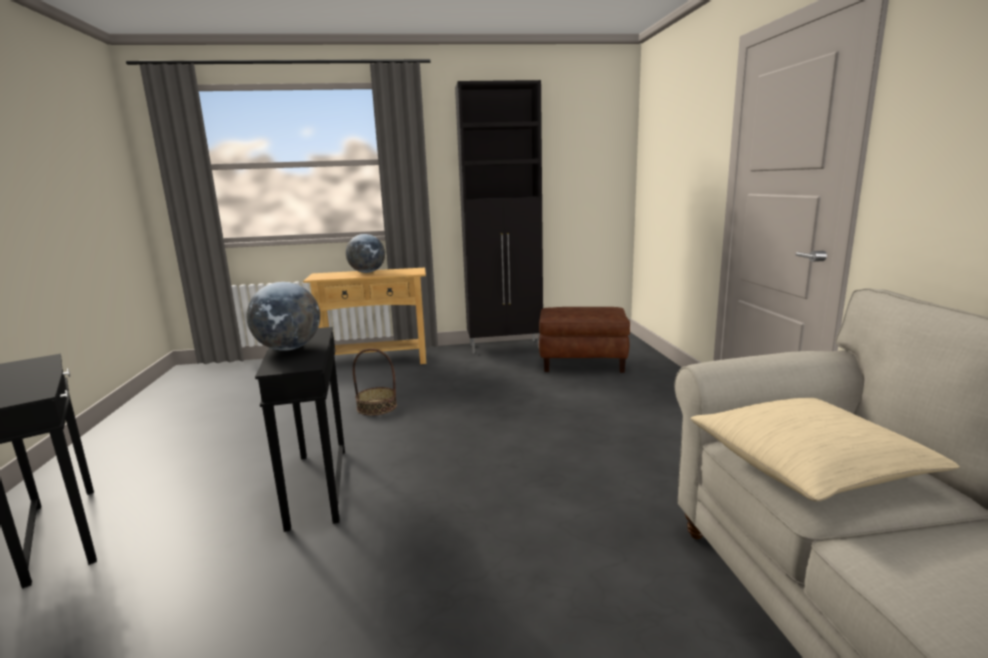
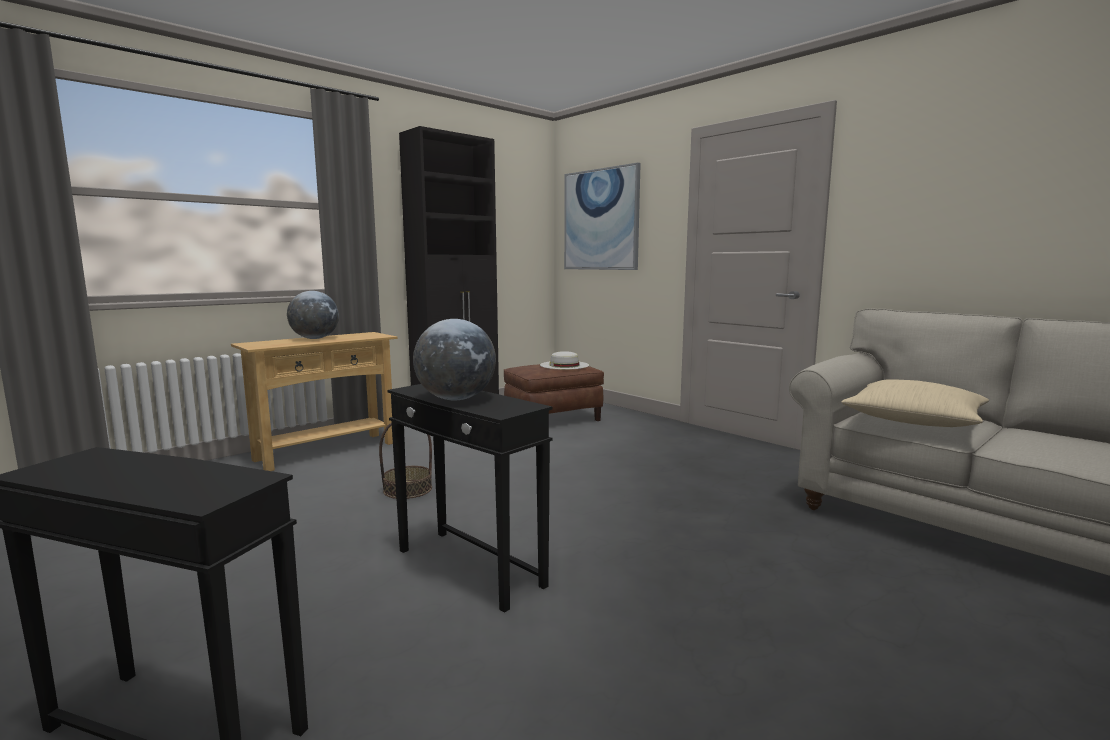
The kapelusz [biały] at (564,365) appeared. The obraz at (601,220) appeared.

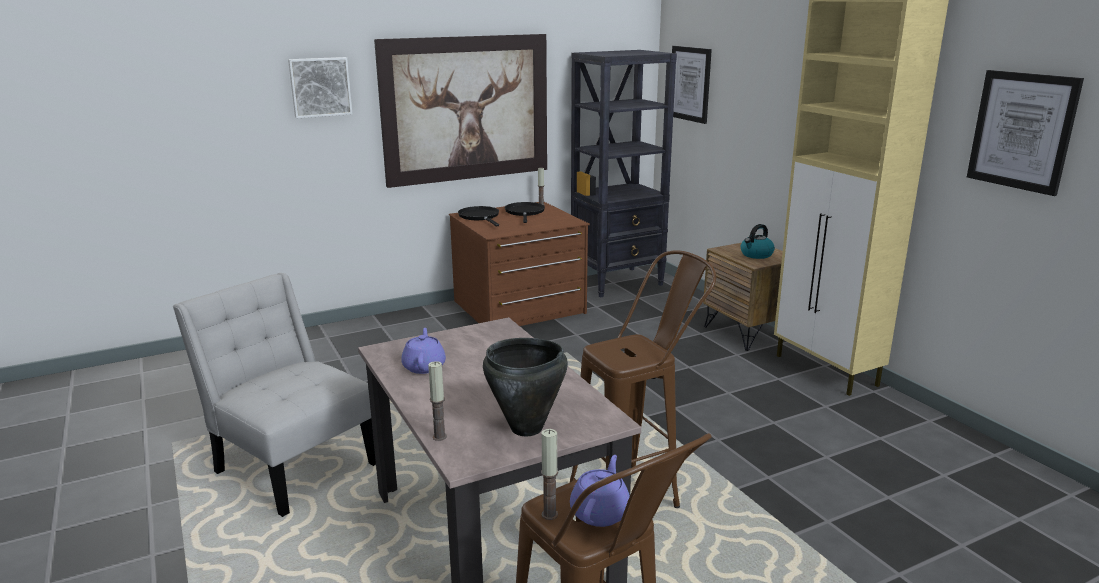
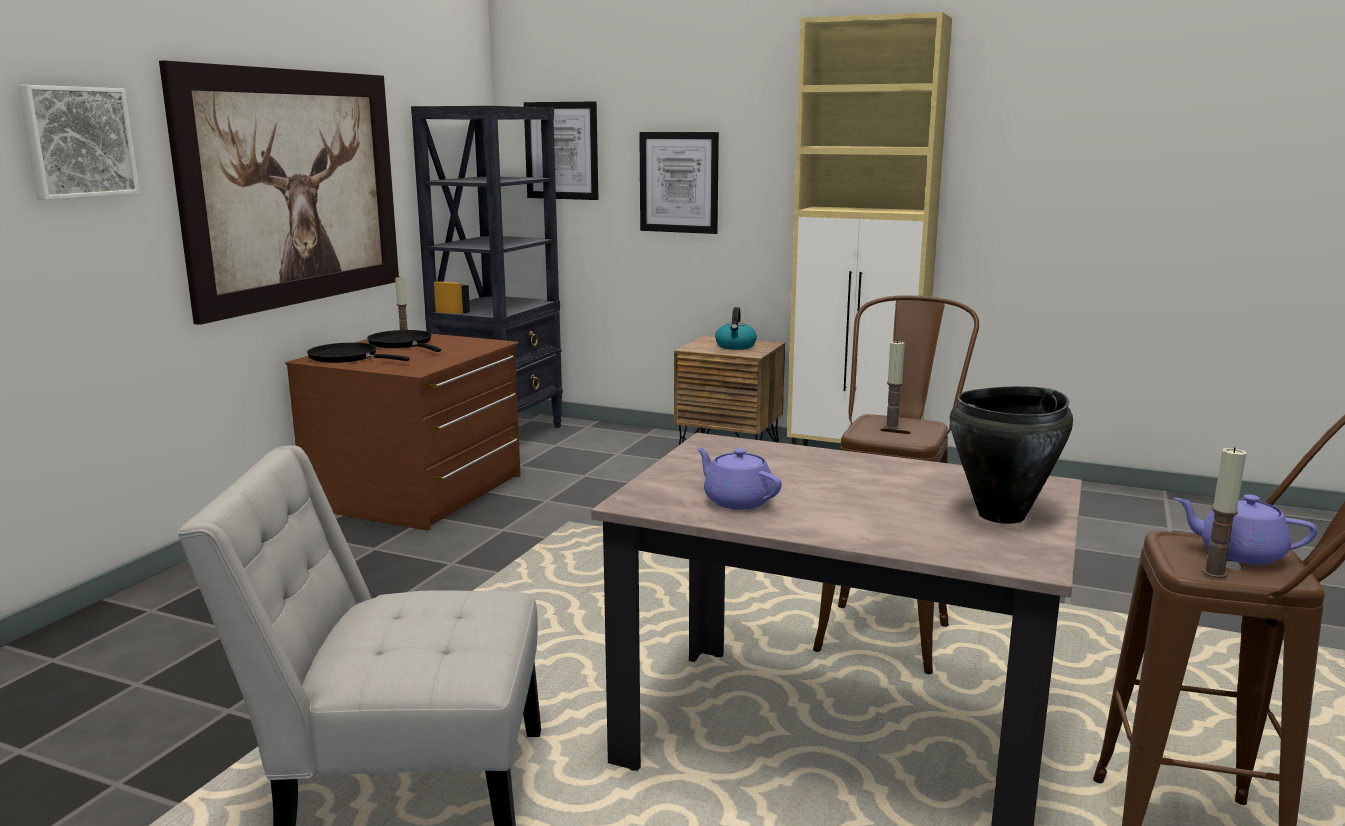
The świeca moved from (439,437) to (892,427). The imbryk [fioletowy] at (600,512) turned 45 degrees counterclockwise. The obraz moved from (1022,131) to (679,182).

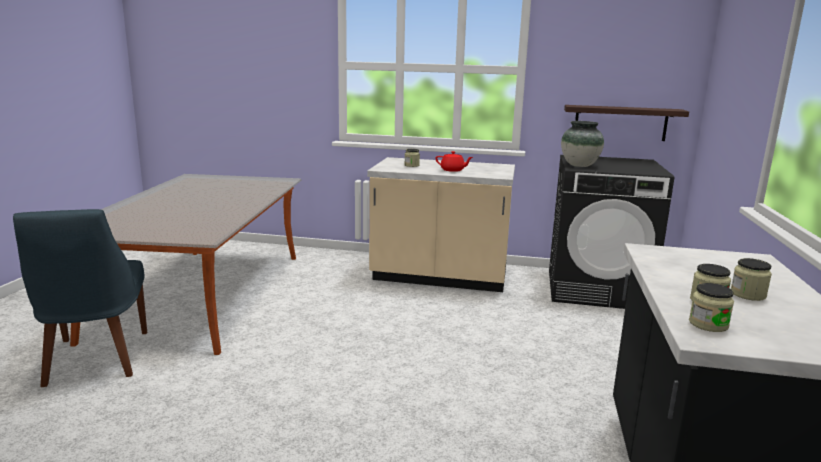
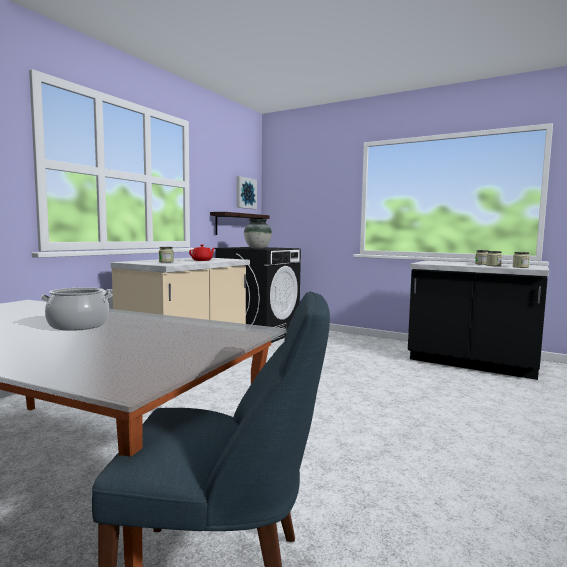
The garnek at (78,325) appeared. The obraz at (245,193) appeared.

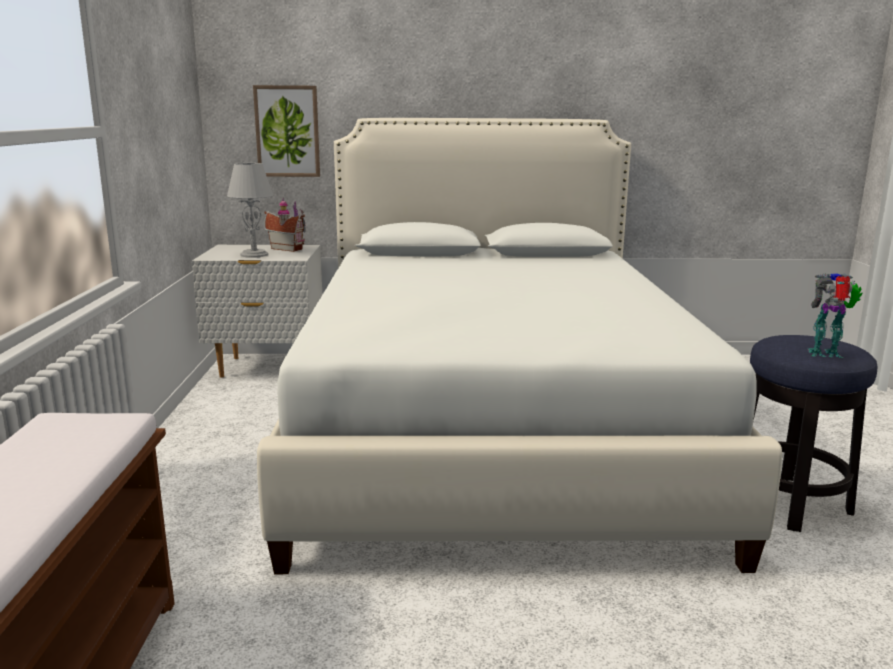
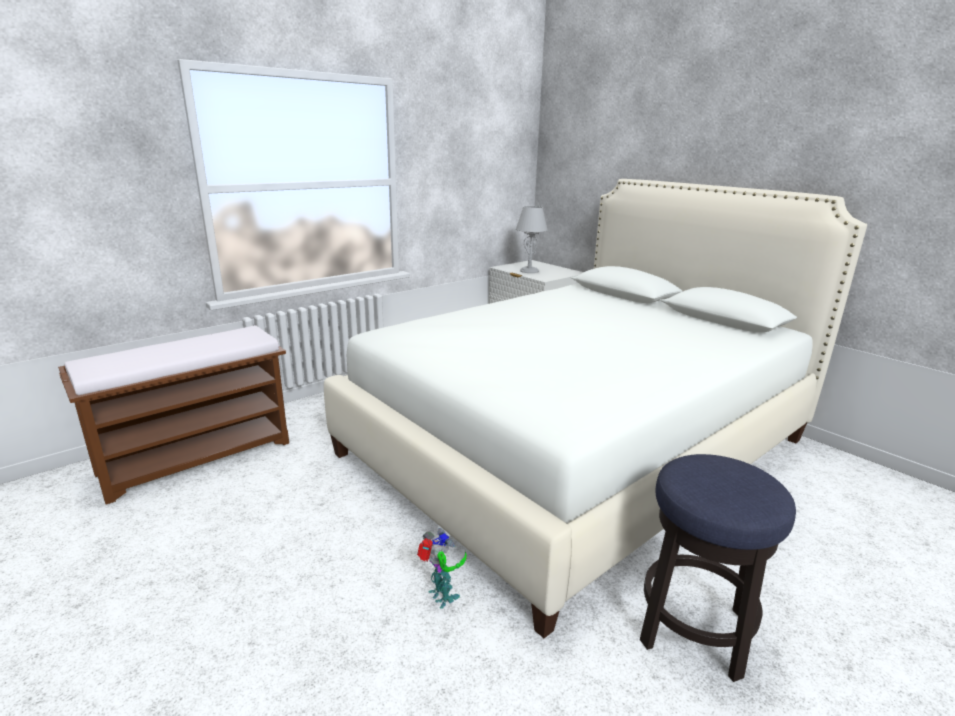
The obraz at (287,131) disappeared. The domek at (288,248) disappeared. The robot zabawkowy moved from (826,354) to (441,597).

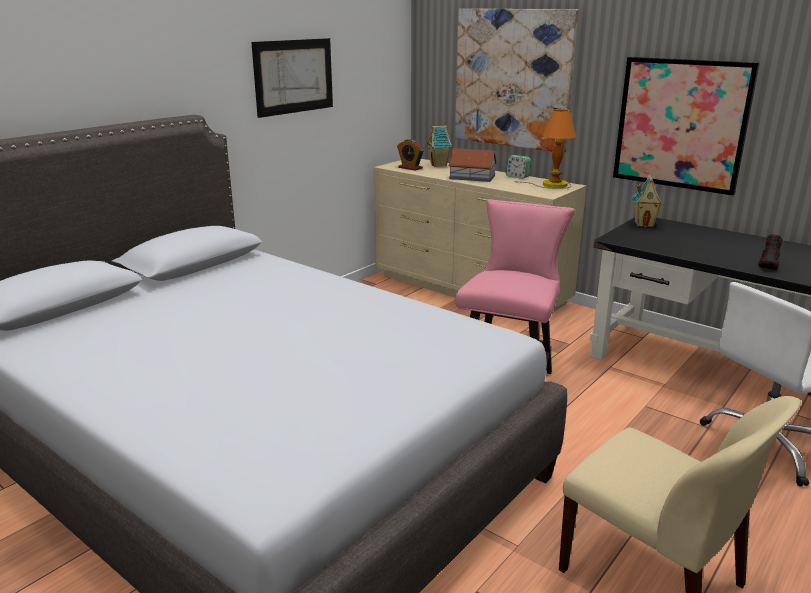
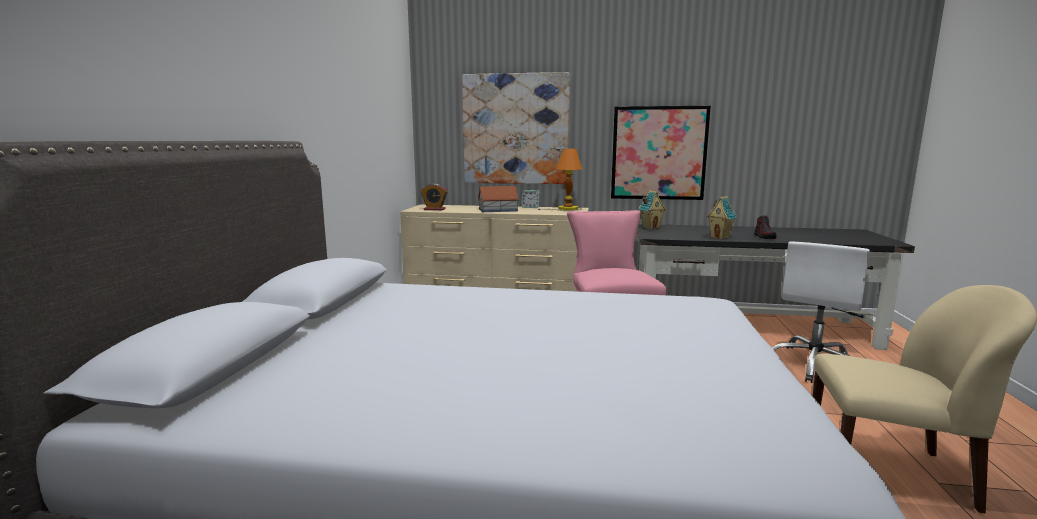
The obraz at (294,76) disappeared. The domek moved from (439,165) to (720,237).

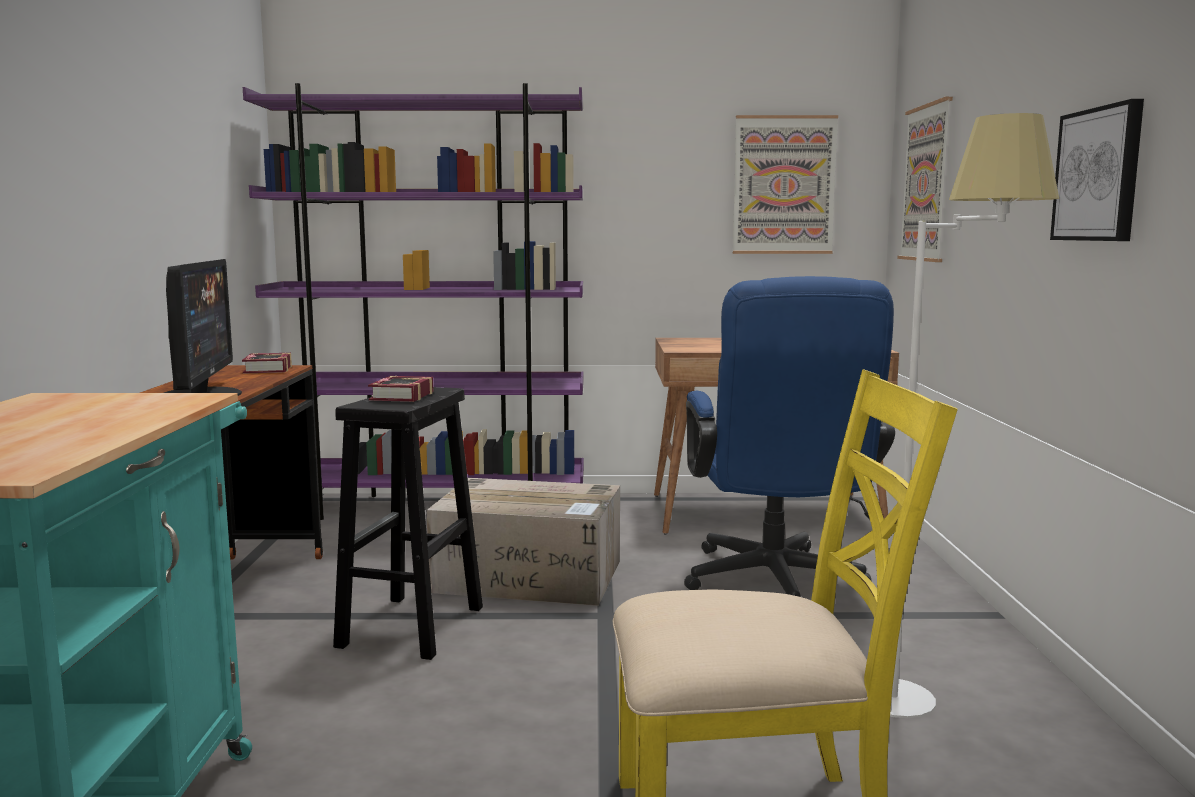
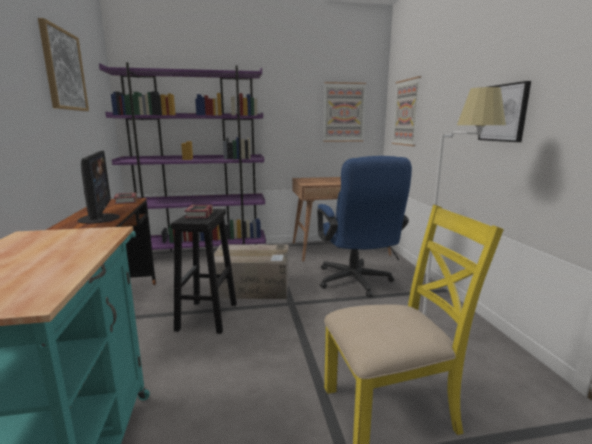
The obraz at (63,70) appeared.

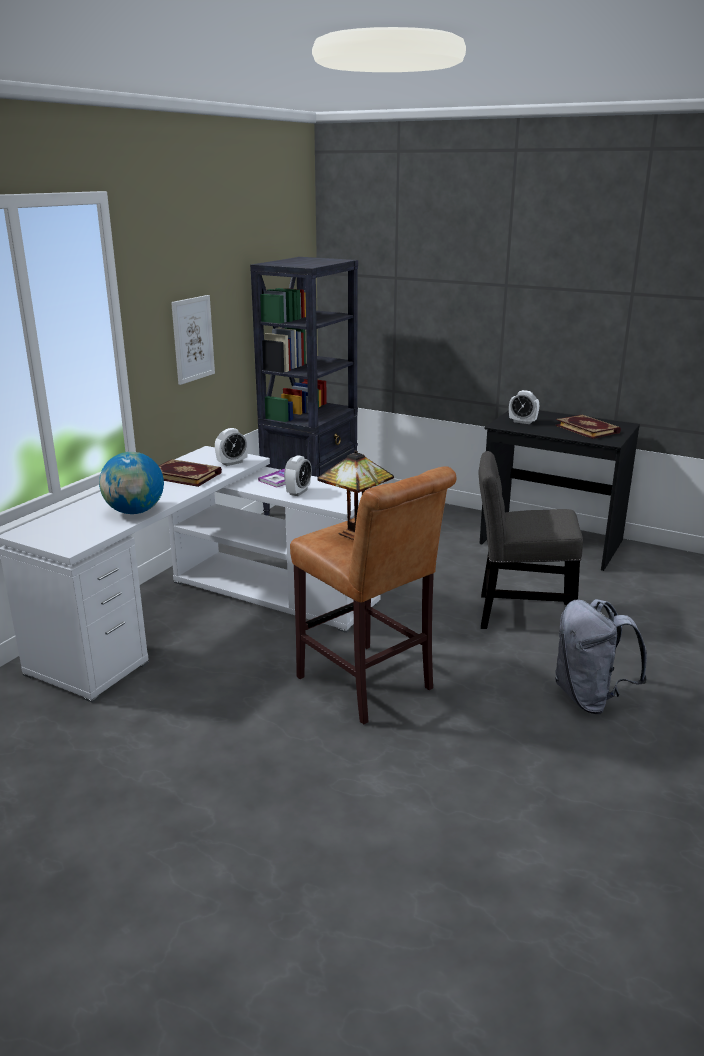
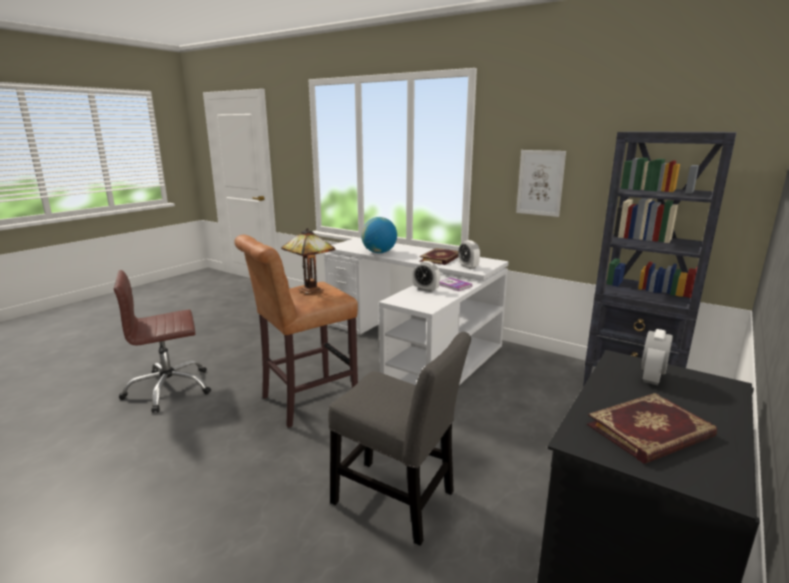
The krzesło [szary] at (519,614) turned 105 degrees clockwise. The plecak [szary] at (590,698) disappeared. The krzesło biurowe [brązowy] at (169,389) appeared.

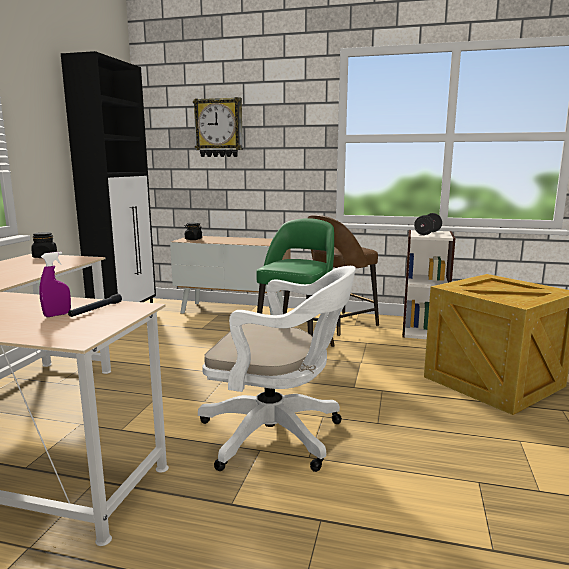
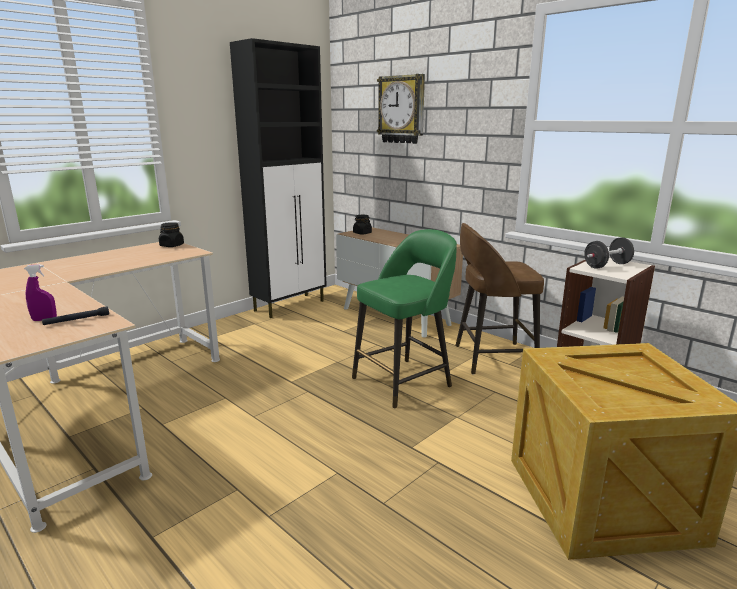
The krzesło biurowe [biały] at (278,436) disappeared.

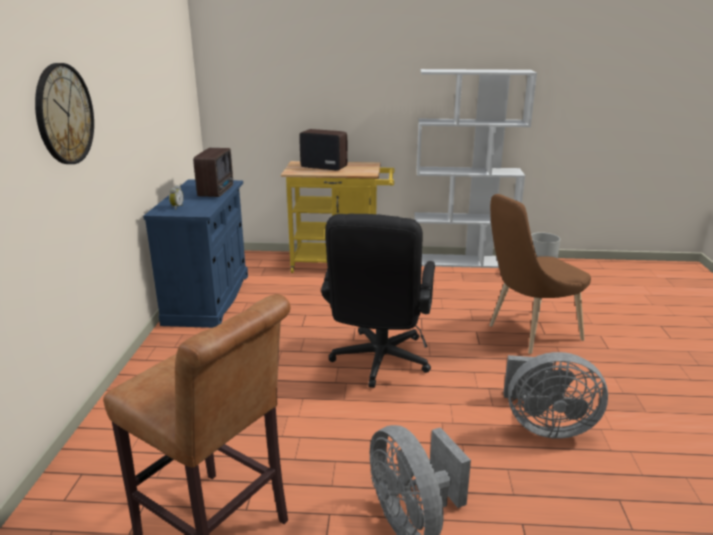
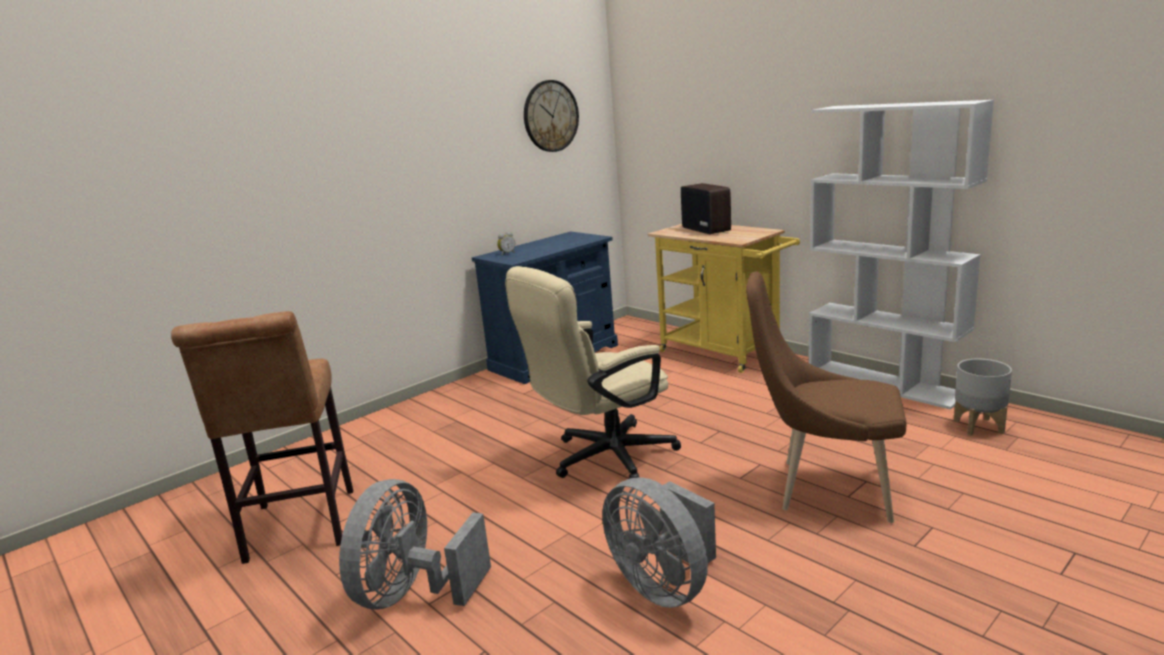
The zegar ścienny moved from (64,114) to (550,116). The radio at (217,191) disappeared. The krzesło biurowe [czarny] at (378,363) became the krzesło biurowe [beżowy] at (602,459).

